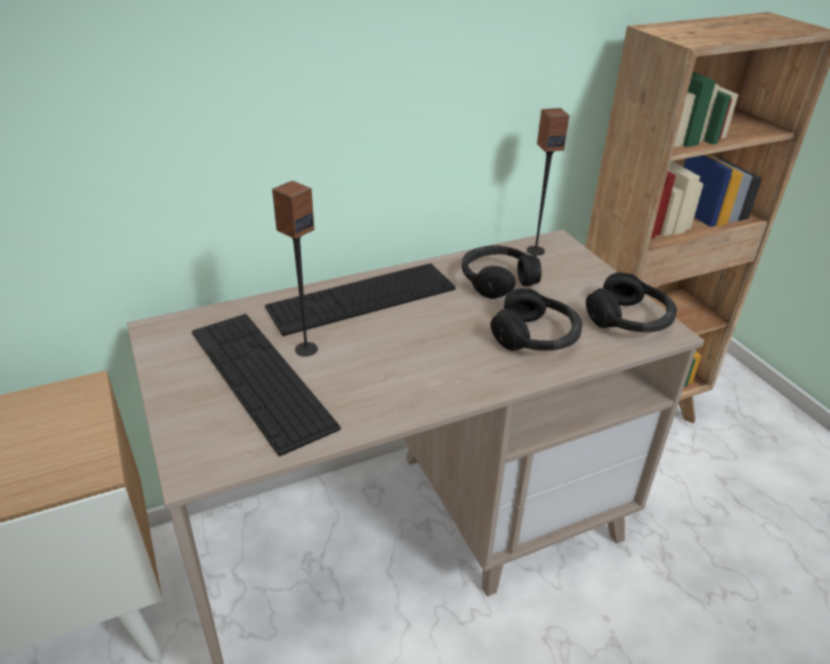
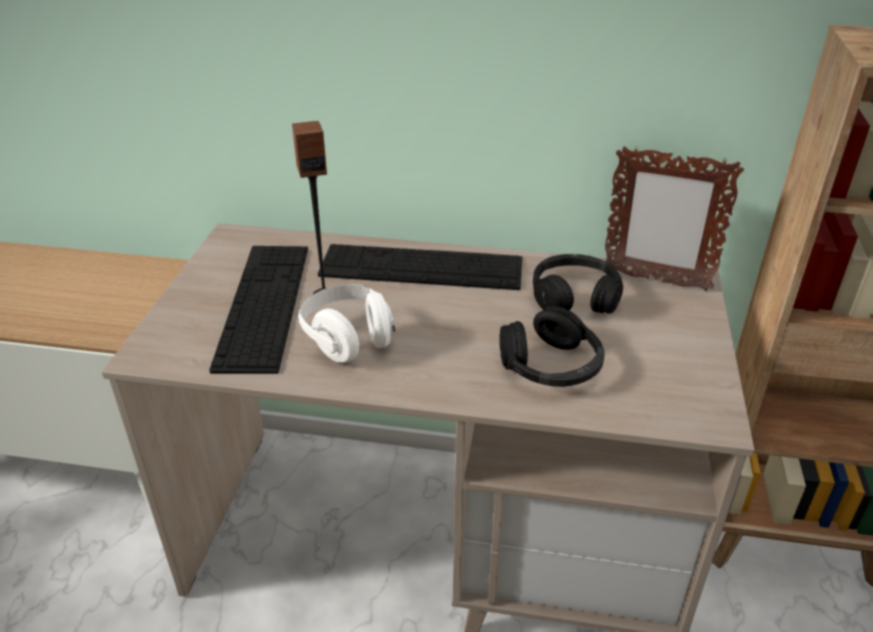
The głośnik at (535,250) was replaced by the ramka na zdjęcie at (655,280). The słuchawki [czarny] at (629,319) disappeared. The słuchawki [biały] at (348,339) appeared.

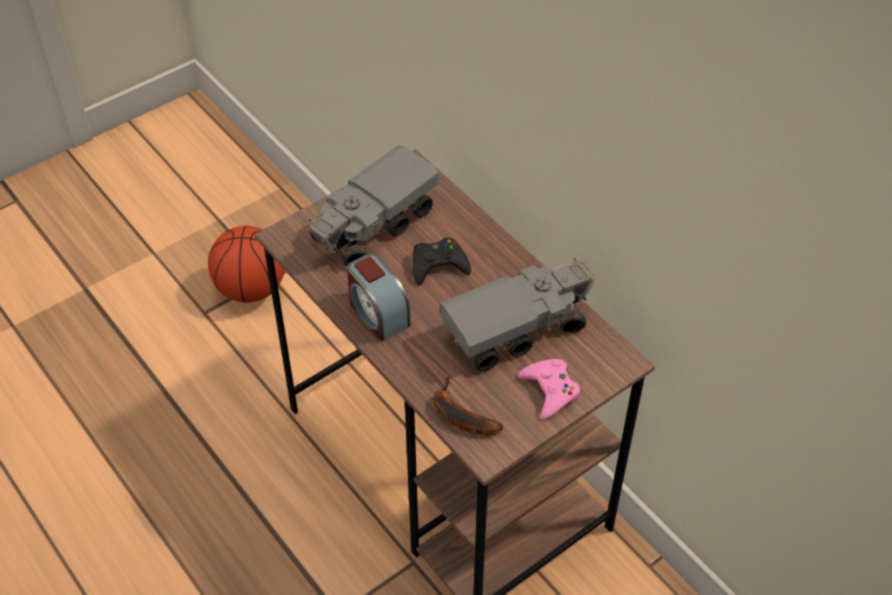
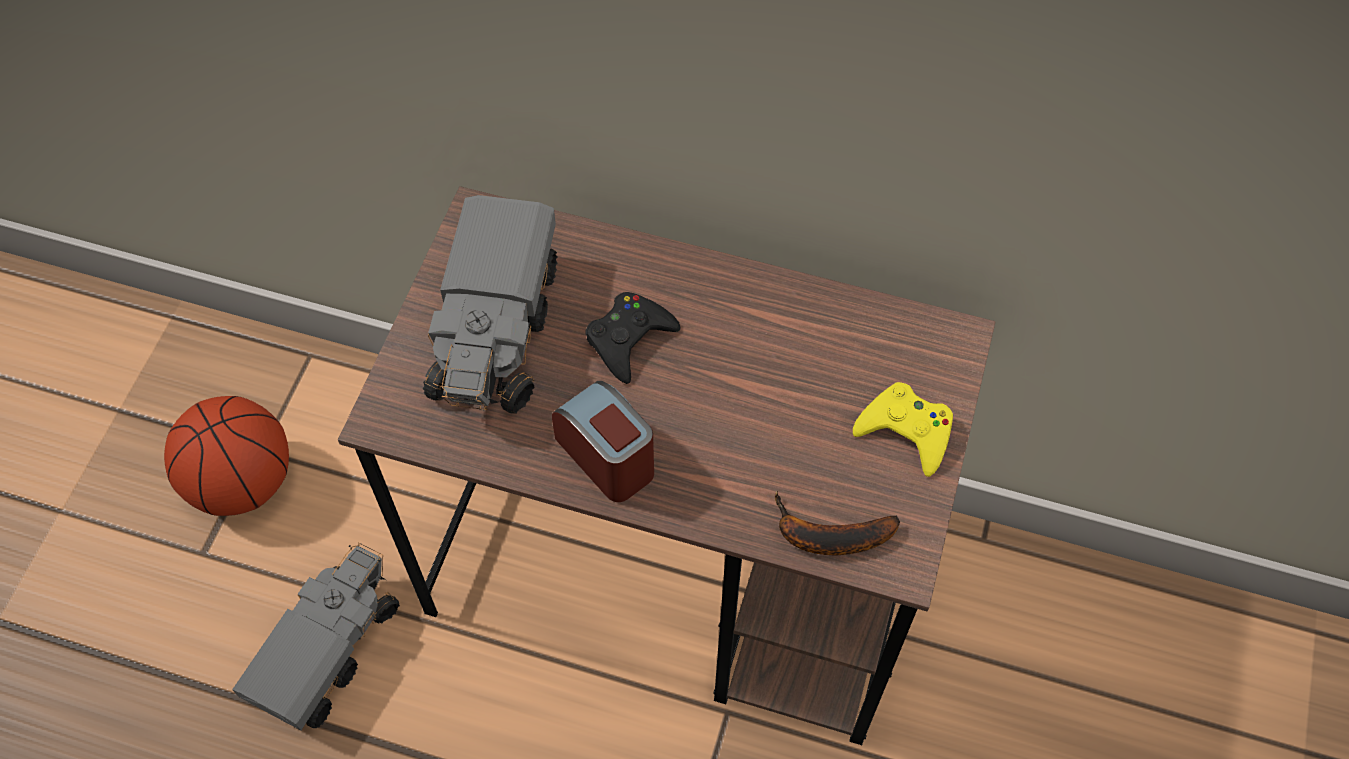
The budzik at (378,313) turned 150 degrees counterclockwise. The ciężarówka zabawkowa moved from (516,330) to (328,650). The pad do gier [różowy] at (550,391) became the pad do gier [żółty] at (906,431).

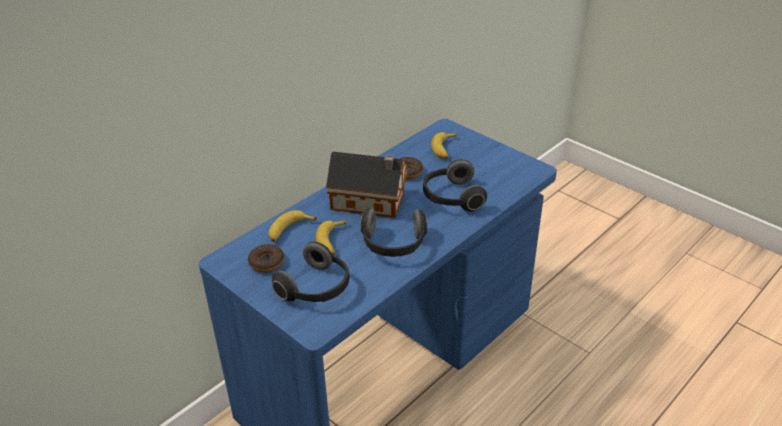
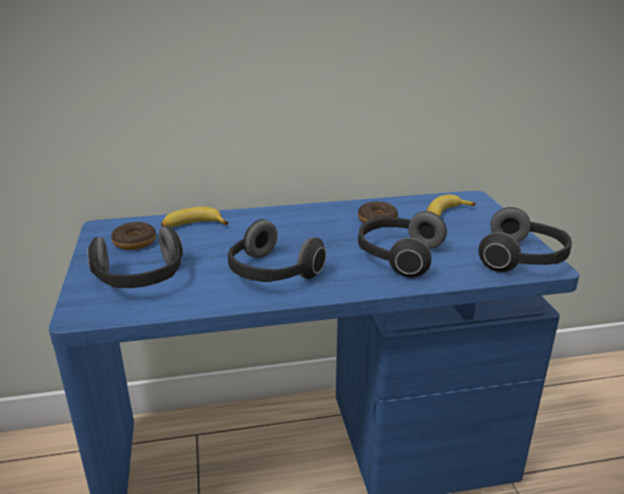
The banan at (332,242) disappeared. The domek at (371,201) disappeared. The słuchawki at (523,259) appeared.

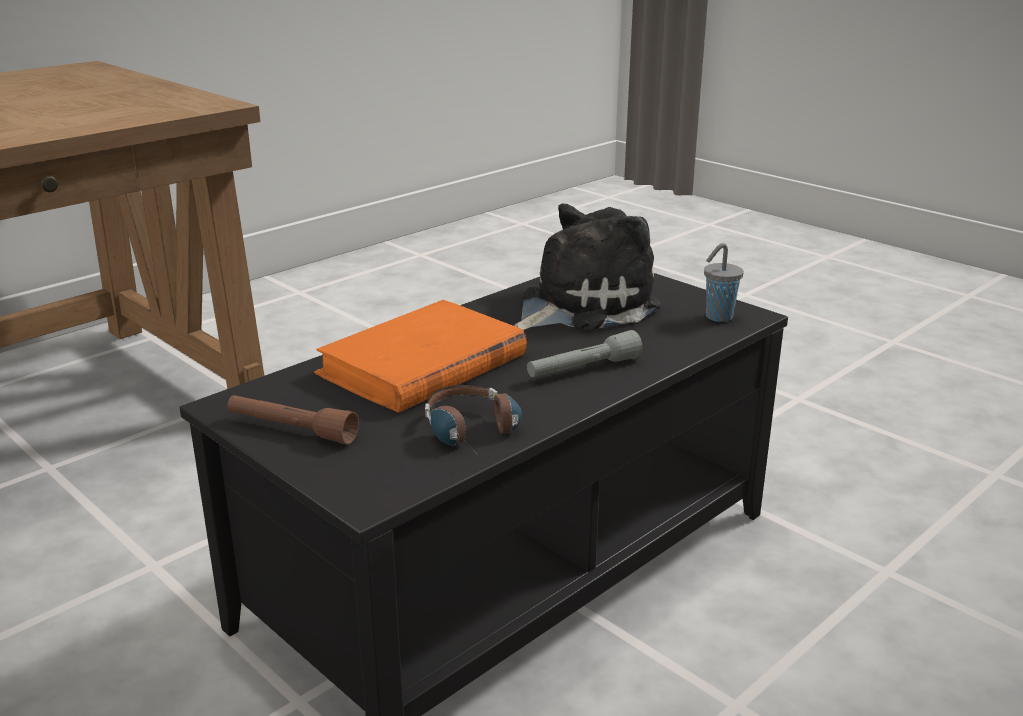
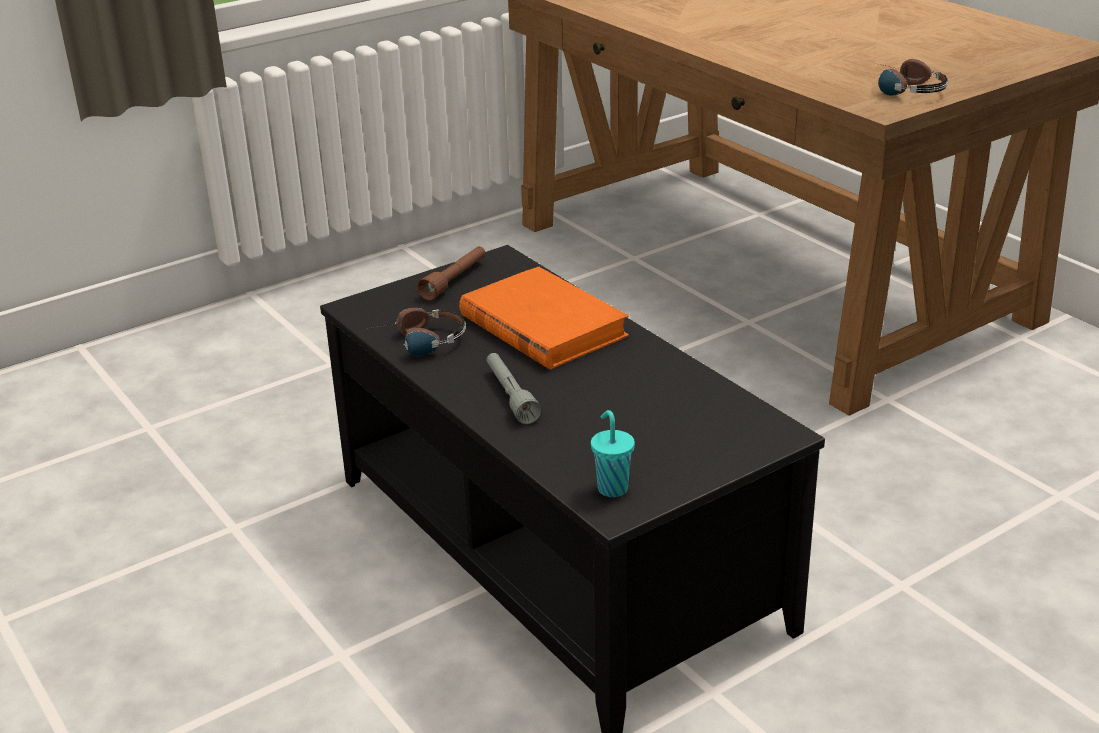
The pluszak at (581,306) disappeared. The filiżanka [szary] at (717,317) became the filiżanka [turkusowy] at (612,488). The słuchawki at (902,89) appeared.

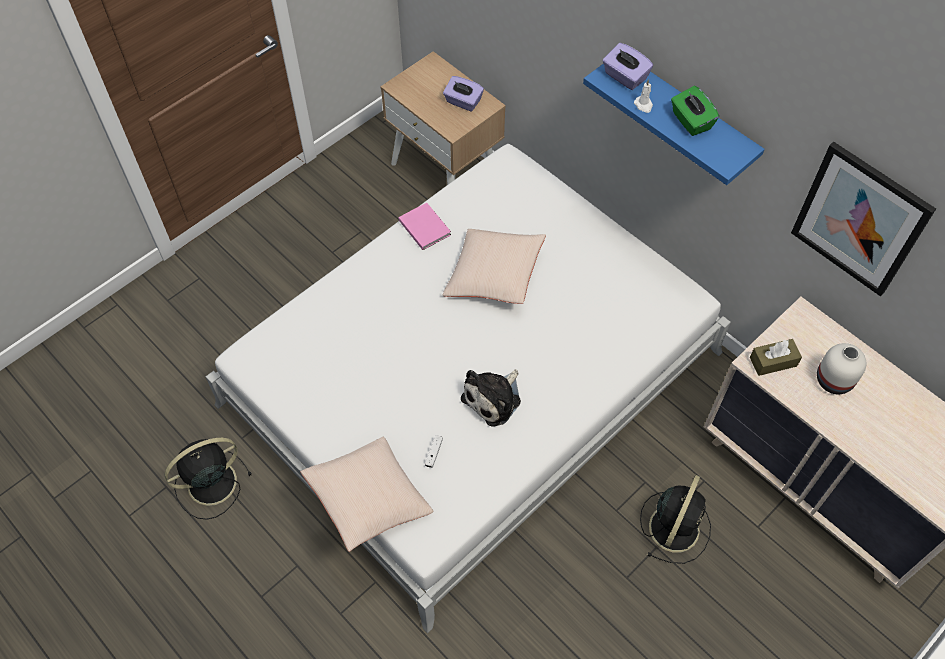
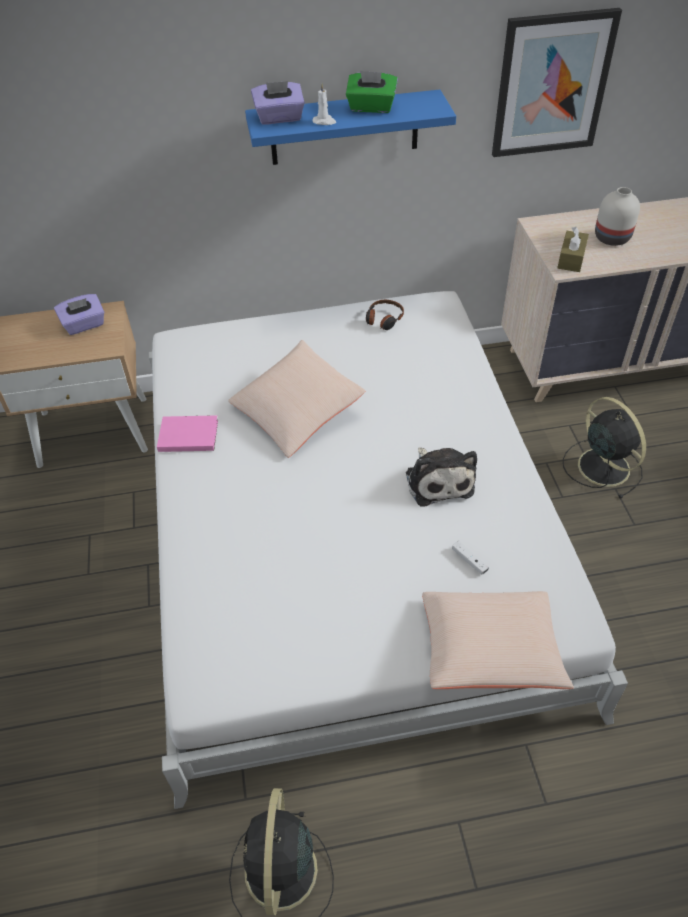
The słuchawki at (383,320) appeared.

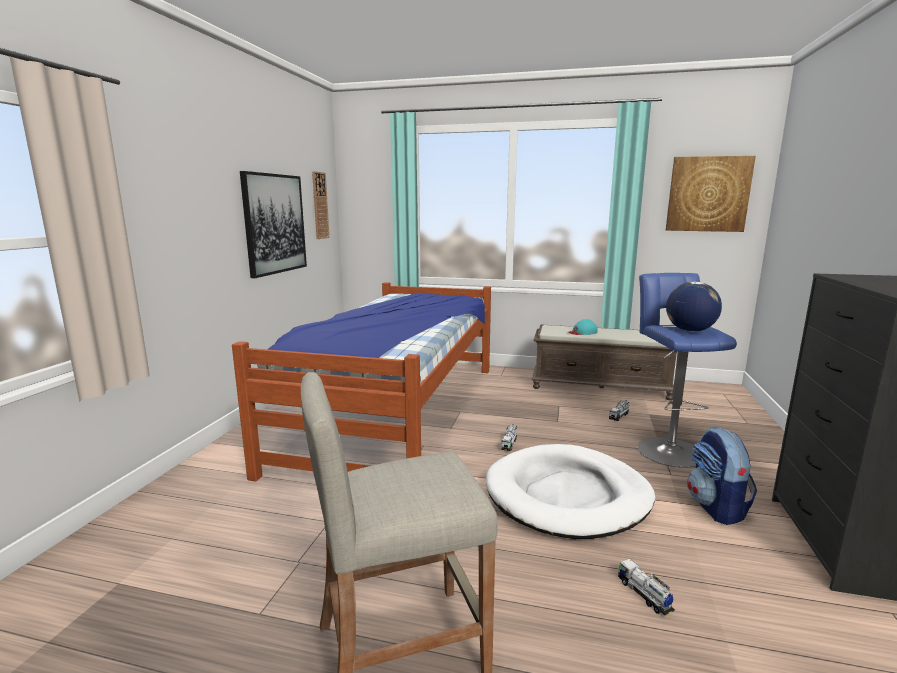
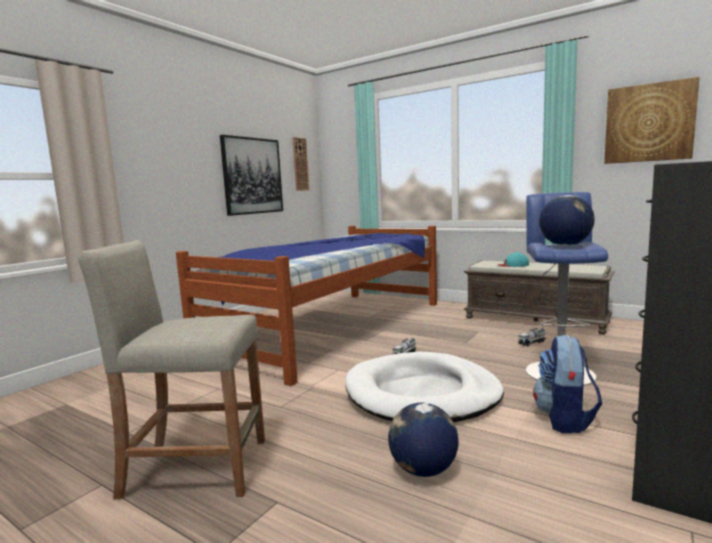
The ciężarówka zabawkowa at (644,595) was replaced by the globus at (423,470).

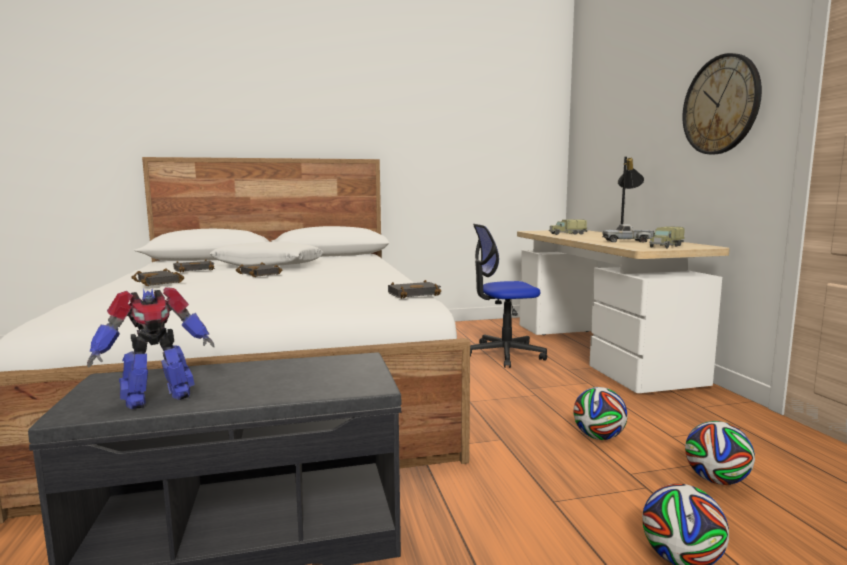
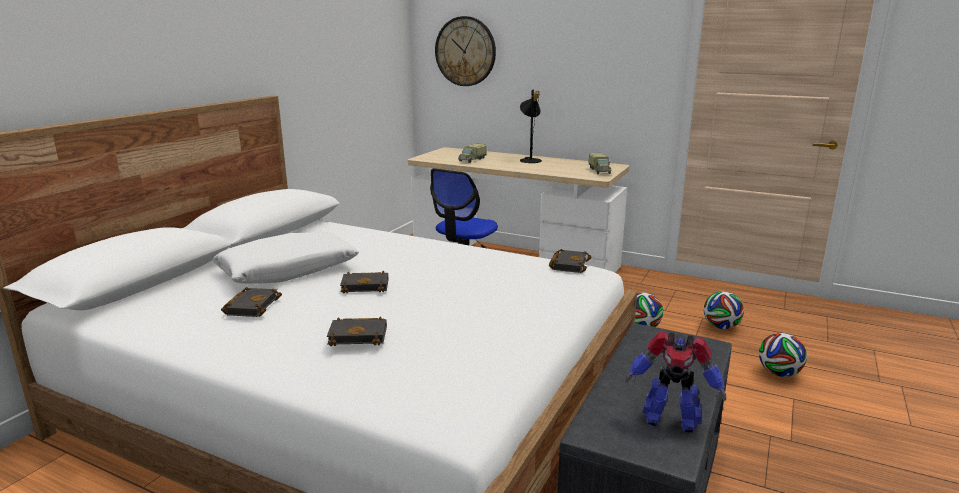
The robot zabawkowy at (156,397) turned 105 degrees clockwise. The ciężarówka zabawkowa at (627,241) disappeared. The zegar ścienny moved from (720,105) to (465,51).

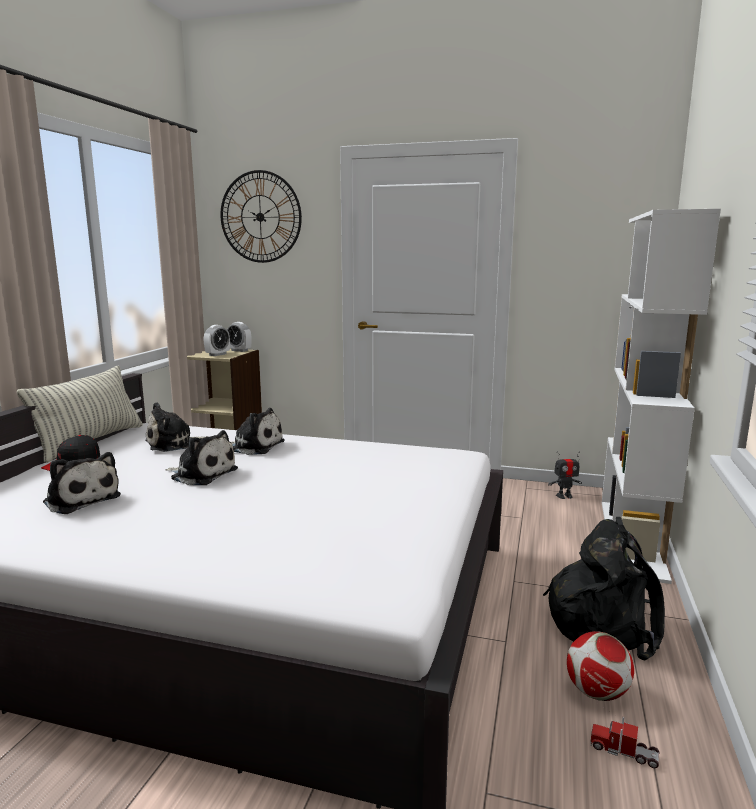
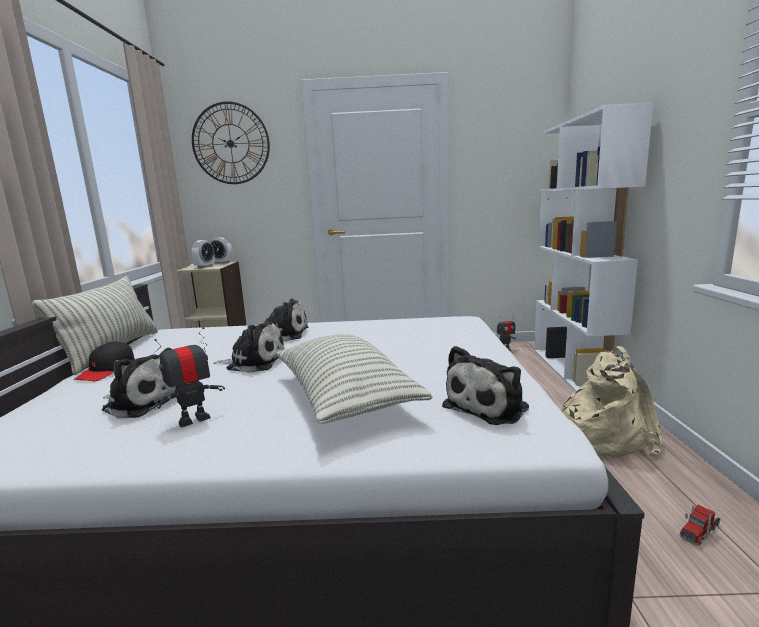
The pluszak moved from (173,444) to (489,406). The plecak [czarny] at (603,623) became the plecak [beżowy] at (604,435). The piłka futbolowa at (596,692) disappeared. The ciężarówka zabawkowa at (624,752) turned 45 degrees counterclockwise. The robot zabawkowy at (194,420) appeared. The poduszka at (344,397) appeared.

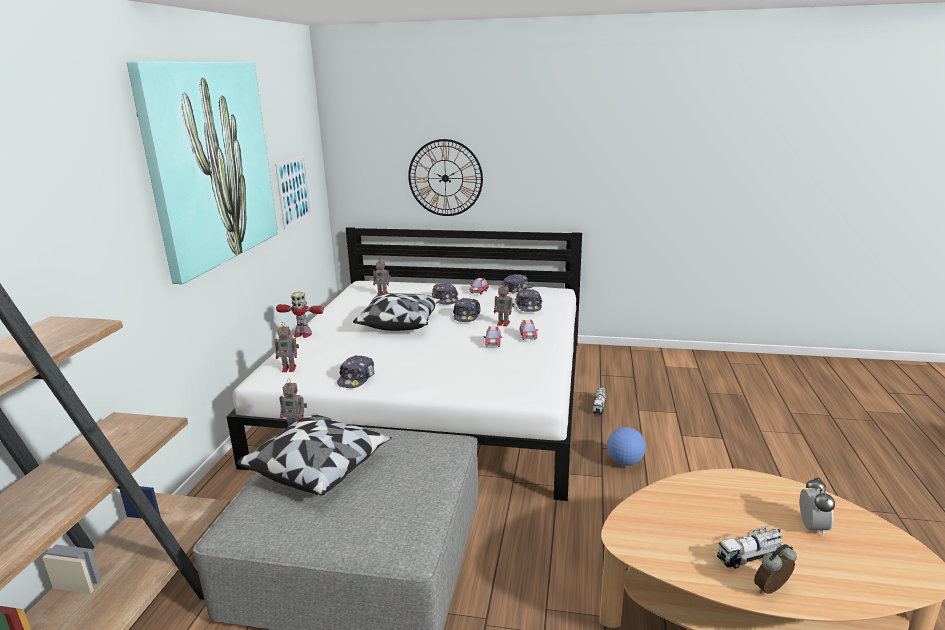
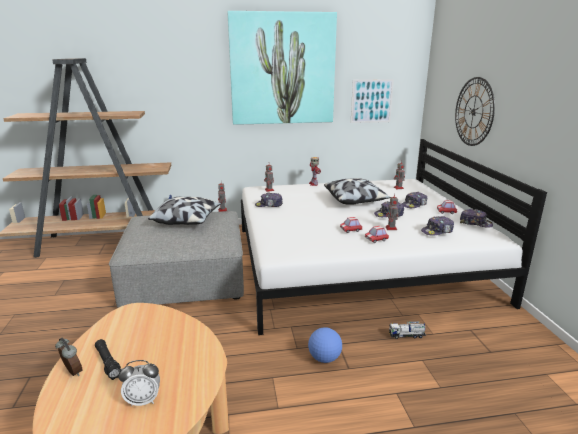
The ciężarówka zabawkowa at (749,557) was replaced by the latarka [czarny] at (108,363).

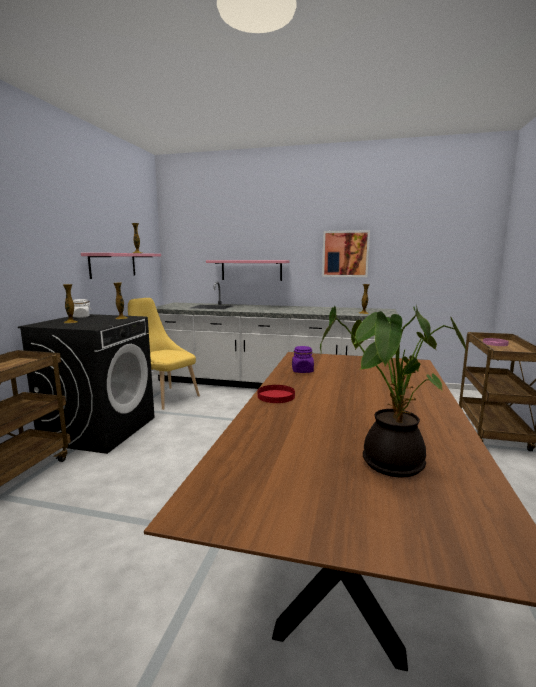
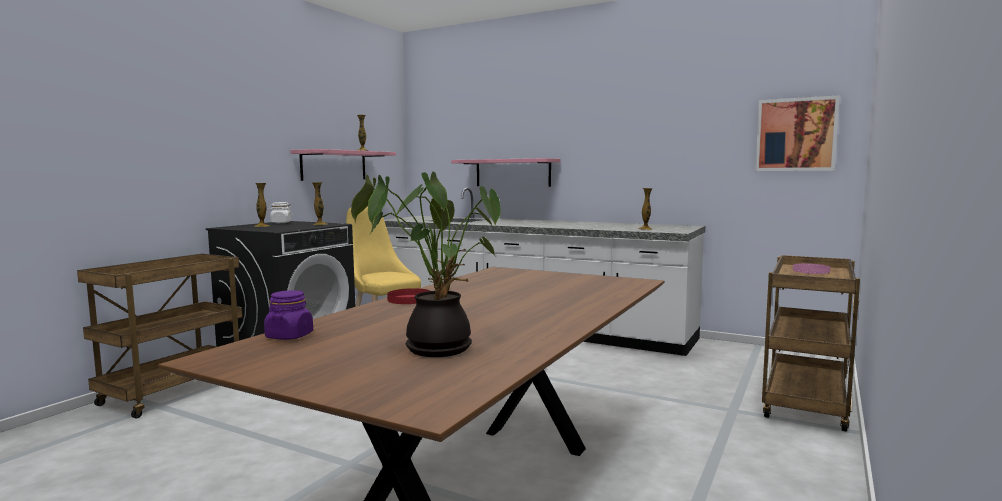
The słoik [fioletowy] moved from (302,371) to (289,336). The obraz moved from (345,254) to (796,134).

